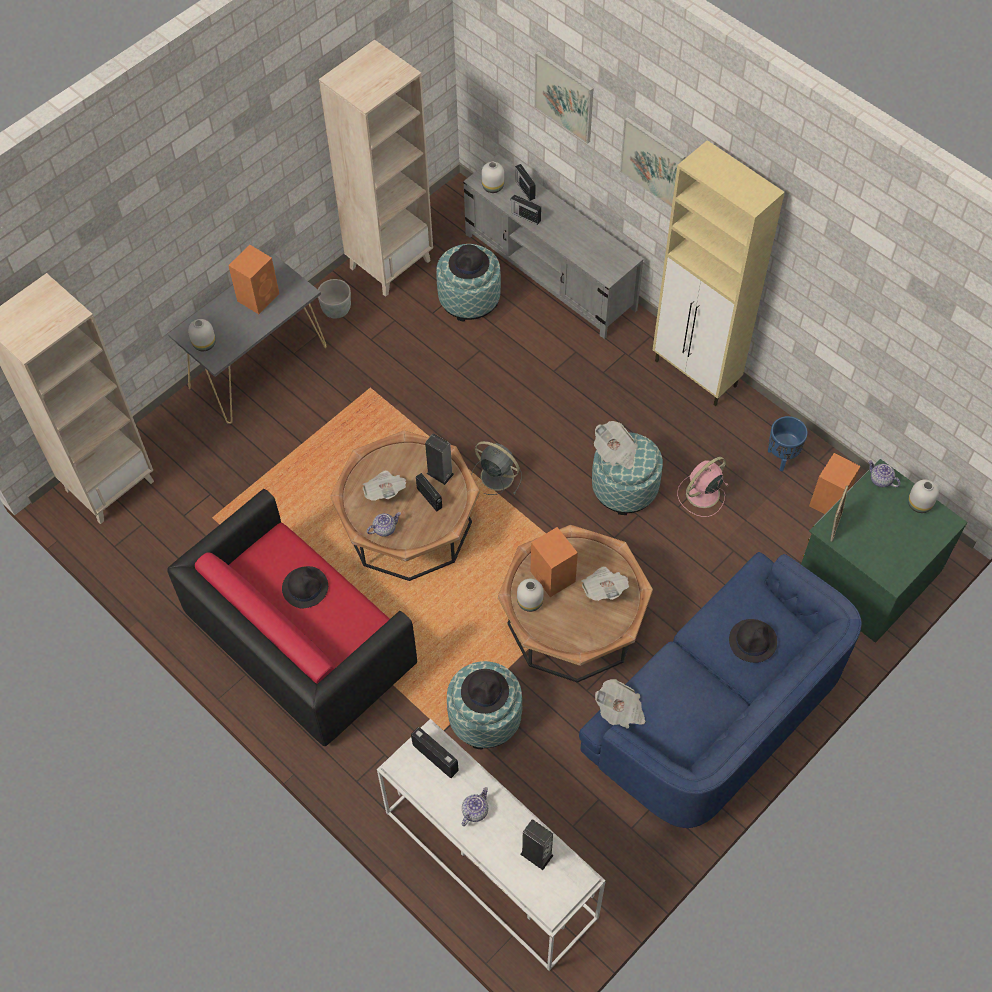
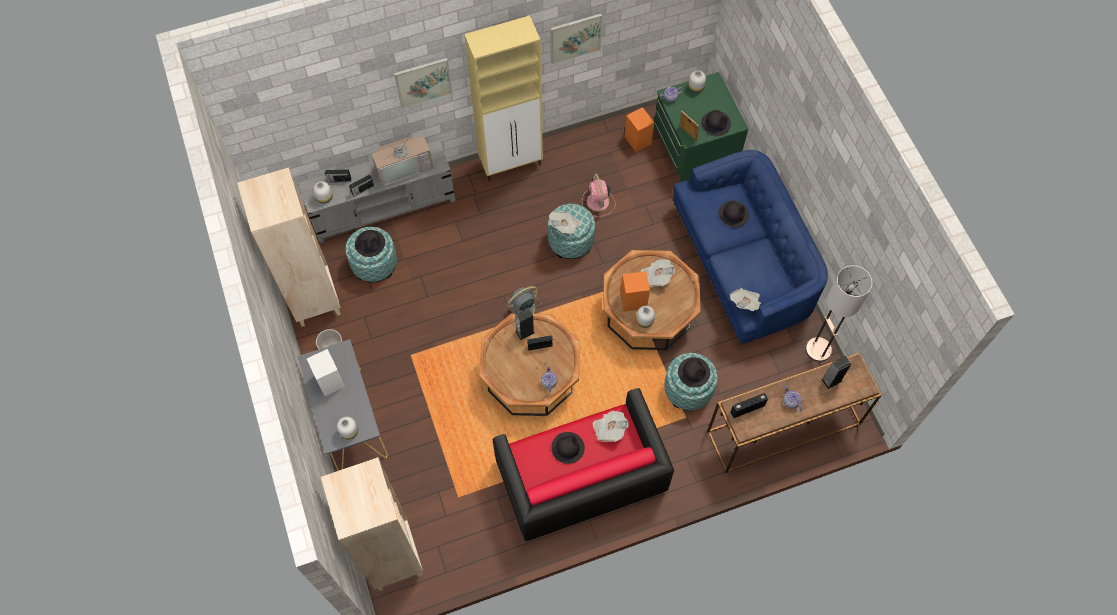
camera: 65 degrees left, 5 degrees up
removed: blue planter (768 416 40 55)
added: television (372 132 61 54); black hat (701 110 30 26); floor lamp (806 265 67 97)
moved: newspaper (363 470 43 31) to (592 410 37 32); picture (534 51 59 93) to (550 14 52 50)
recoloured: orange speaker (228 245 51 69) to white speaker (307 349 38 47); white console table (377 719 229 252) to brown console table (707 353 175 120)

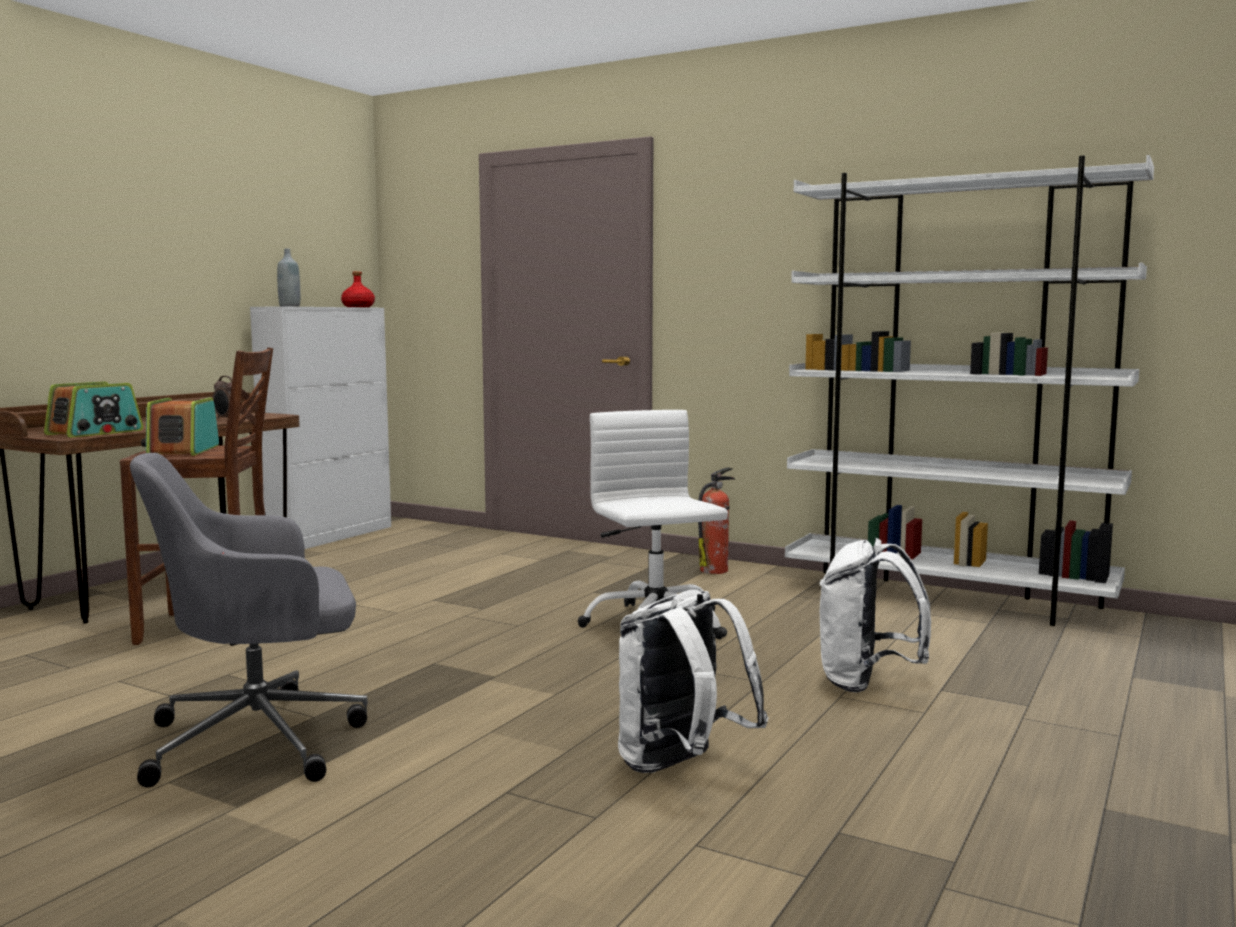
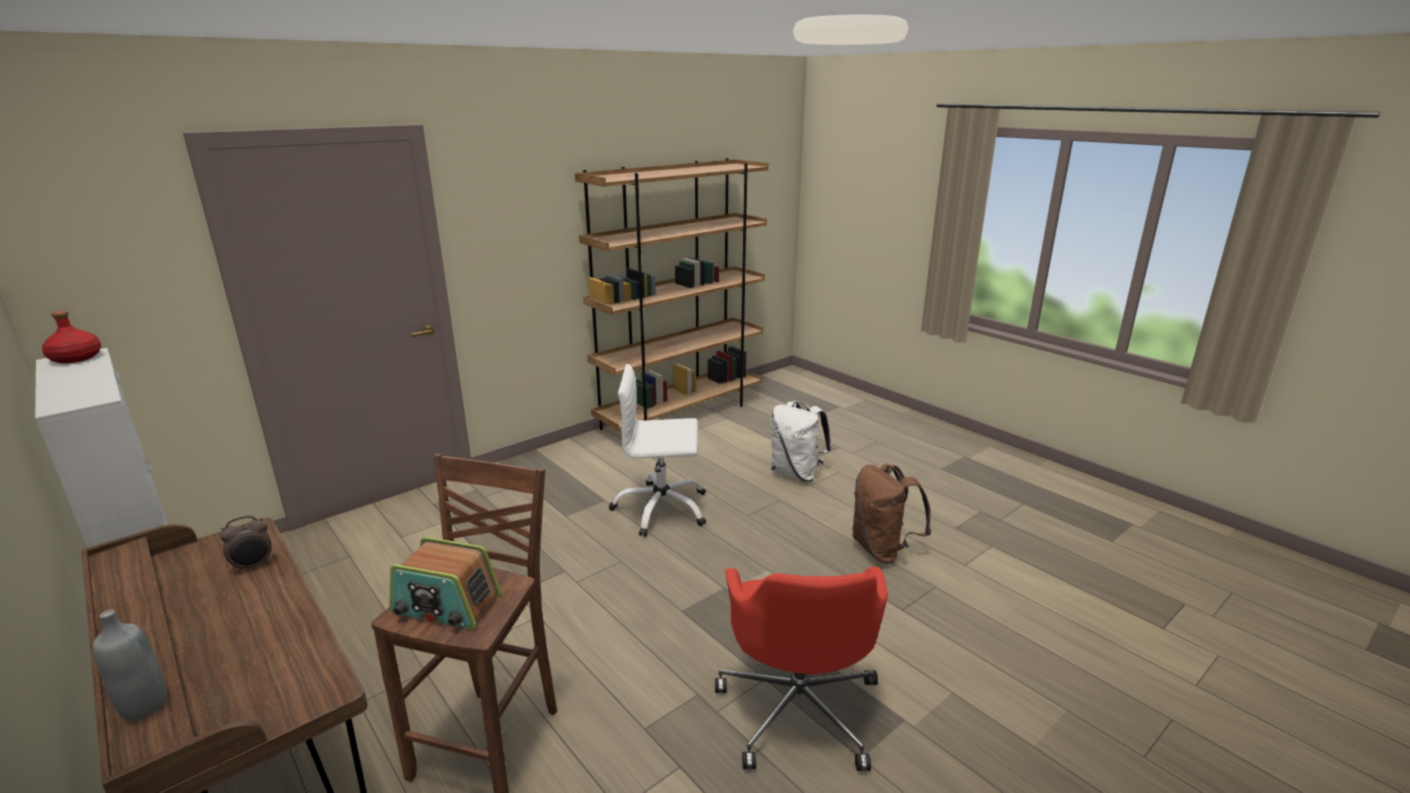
camera: 70 degrees left, 15 degrees up
removed: radio (44 382 99 56); fire extinguisher (698 467 37 107)
moved: grey bottle (277 248 23 59) to (93 610 74 111)
recoloured: grey office chair (130 453 238 334) to red office chair (715 567 173 204); white backpack (618 589 151 184) to brown backpack (852 464 79 100); white bookcase (785 155 369 471) to brown bookcase (575 158 193 273)

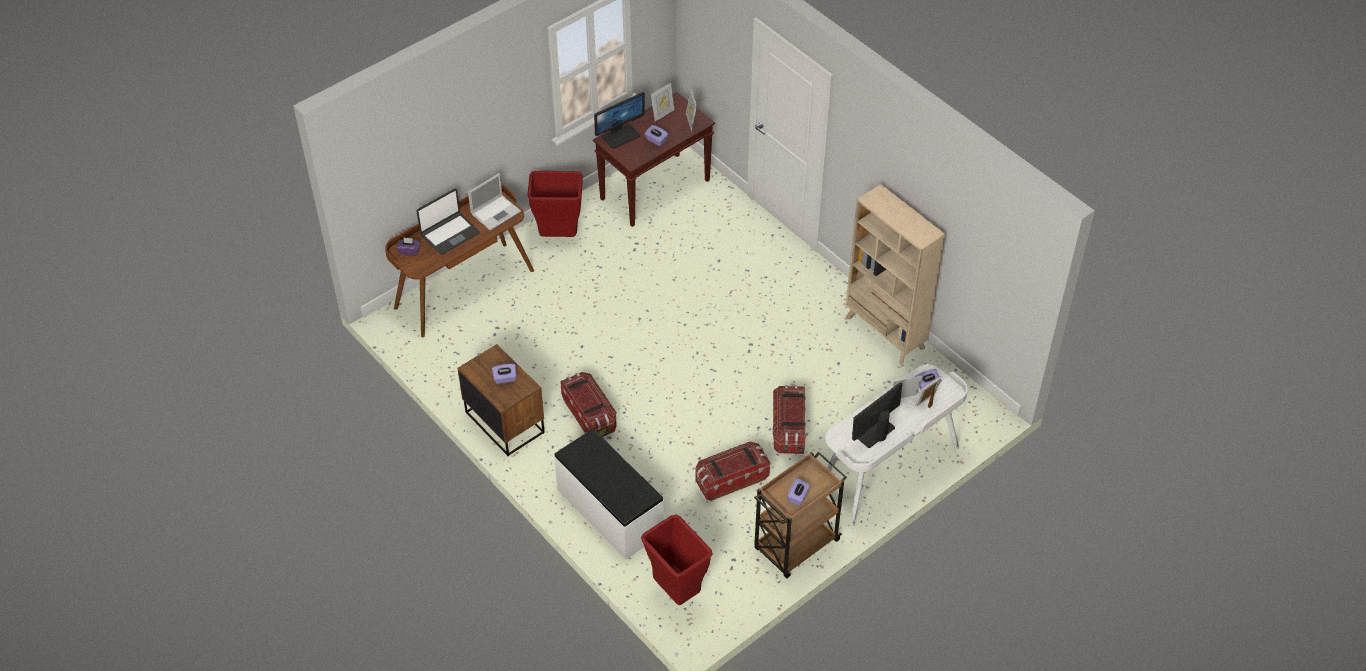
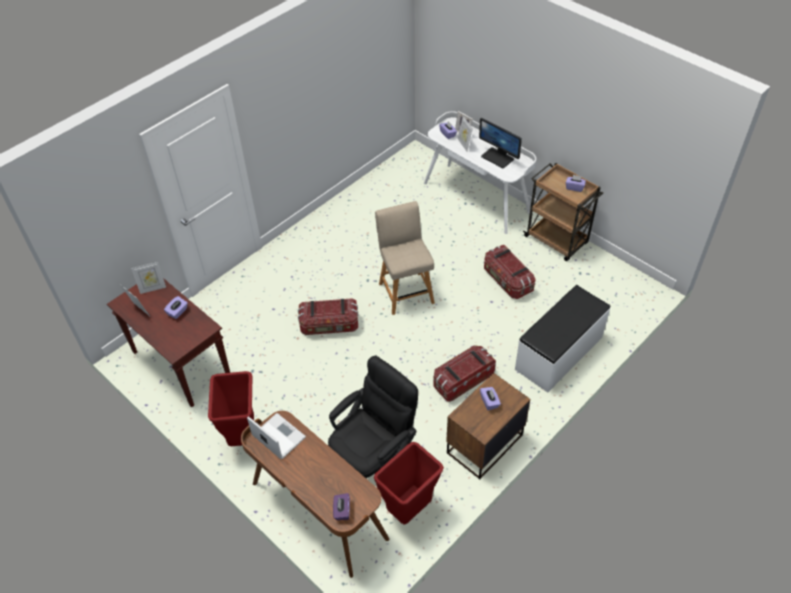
camera: 95 degrees left, 0 degrees up
removed: laptop (417 188 63 67); monitor (594 92 51 57); beige bookcase (846 184 100 180)
added: black office chair (328 356 90 123); beige chair (375 201 60 114)
moved: red trash can (641 514 72 91) to (374 442 70 83); storage box (773 385 33 69) to (298 298 60 37)

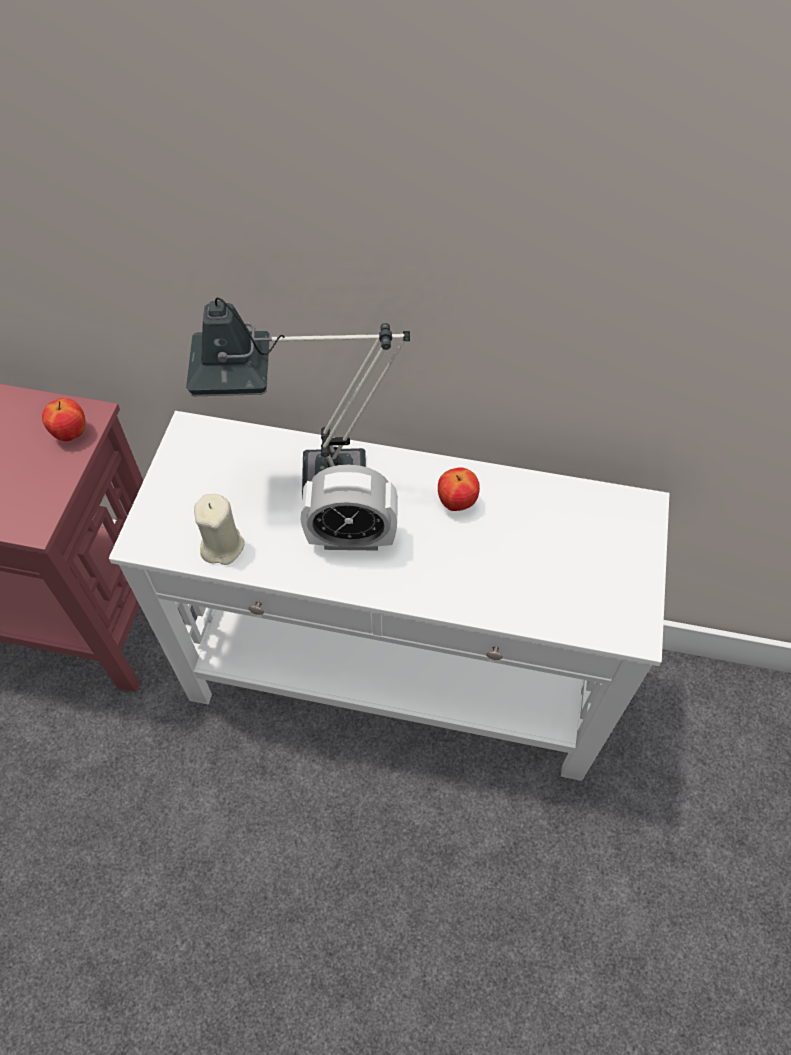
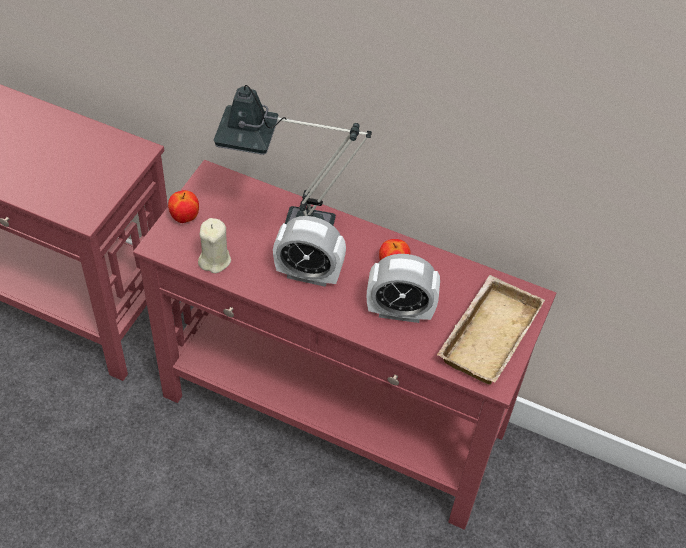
camera: 10 degrees right, 5 degrees down
added: alarm clock (367 254 73 69); beige tray (437 275 108 110)
moved: apple (42 398 44 43) to (168 190 31 33)
recoloured: white console table (109 411 560 370) to red console table (133 160 423 370)

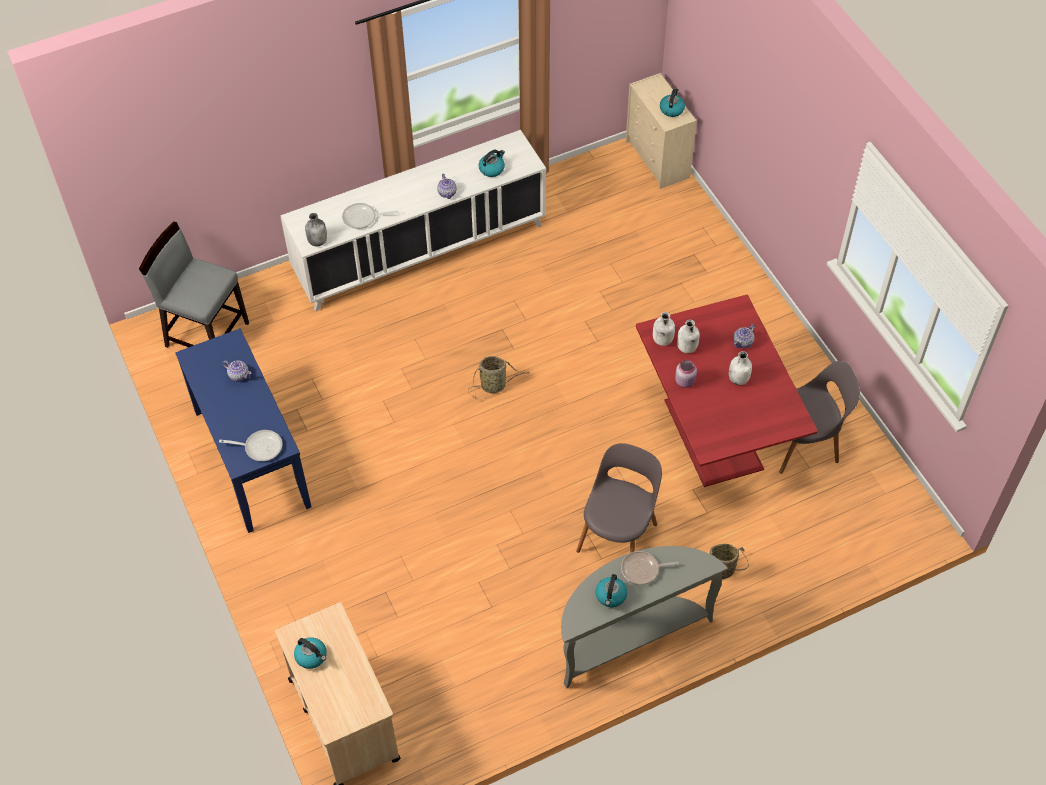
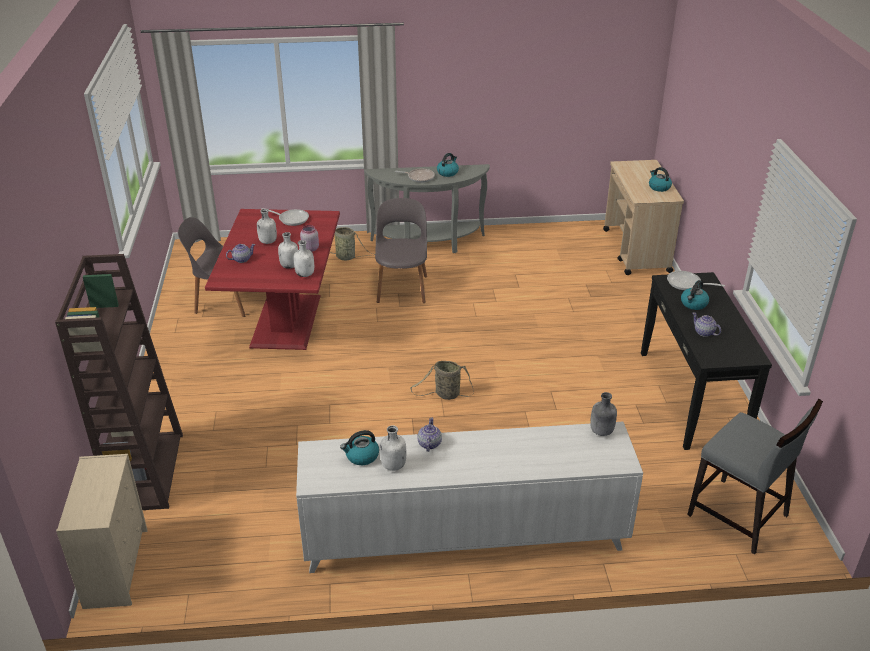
camera: 160 degrees left, 20 degrees down
added: brown bookcase (55 254 128 256); white bottle (380 425 26 46)
moved: frying pan (342 203 57 26) to (261 208 48 18); kettle (660 88 25 29) to (681 280 28 30)
recoloured: blue console table (175 328 137 205) to black console table (641 272 131 178)
turned: grey chair (576 443 86 110) = (375 198 52 105) 135 degrees clockwise

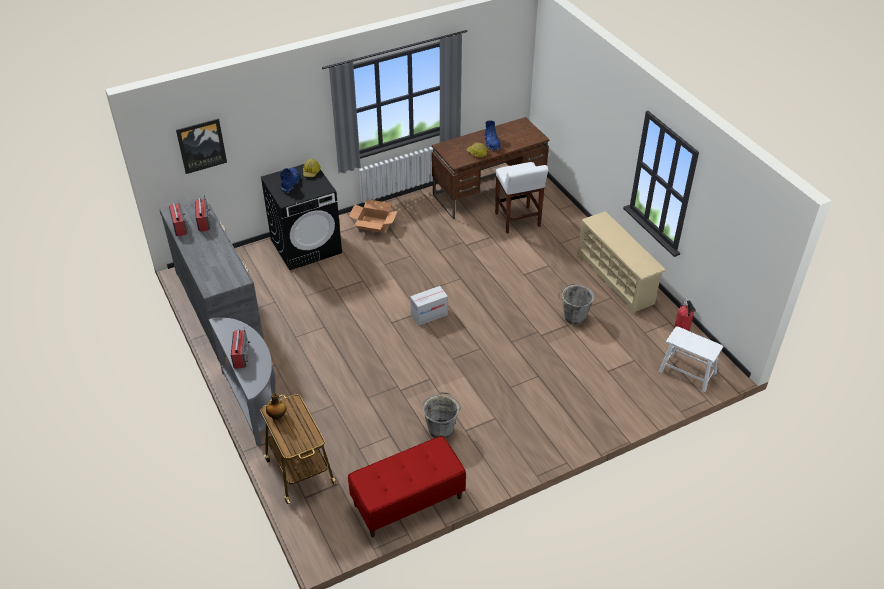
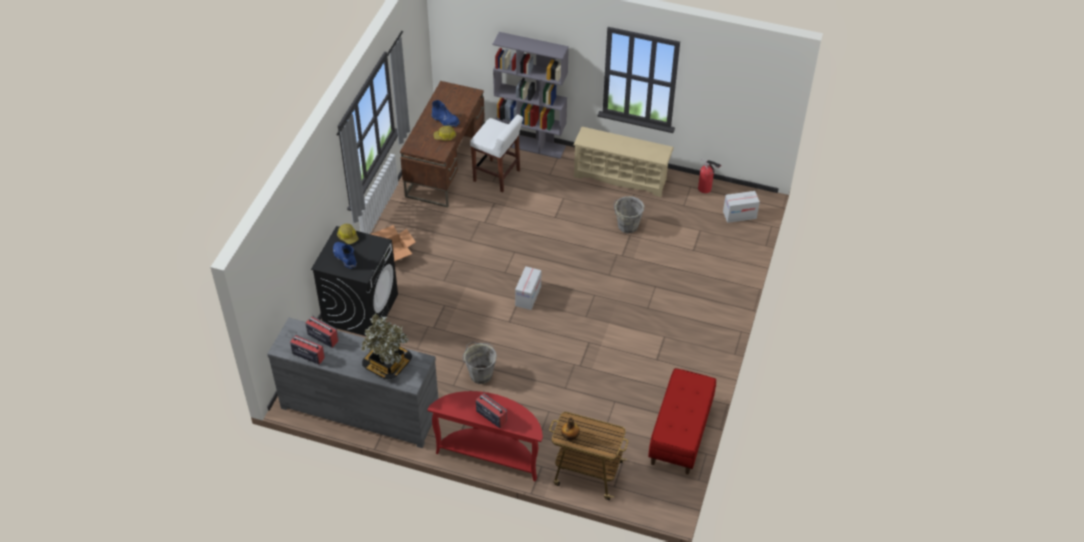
camera: 45 degrees left, 5 degrees up
removed: picture (176 118 51 56)
added: potted plant (362 313 50 67); grey bookcase (493 32 76 127)
moved: grey bucket (423 392 38 47) to (463 342 34 42)
replaced: white stool (659 327 64 65) to cardboard box (723 191 37 32)
recoloured: grey console table (209 317 67 129) to red console table (428 391 115 91)

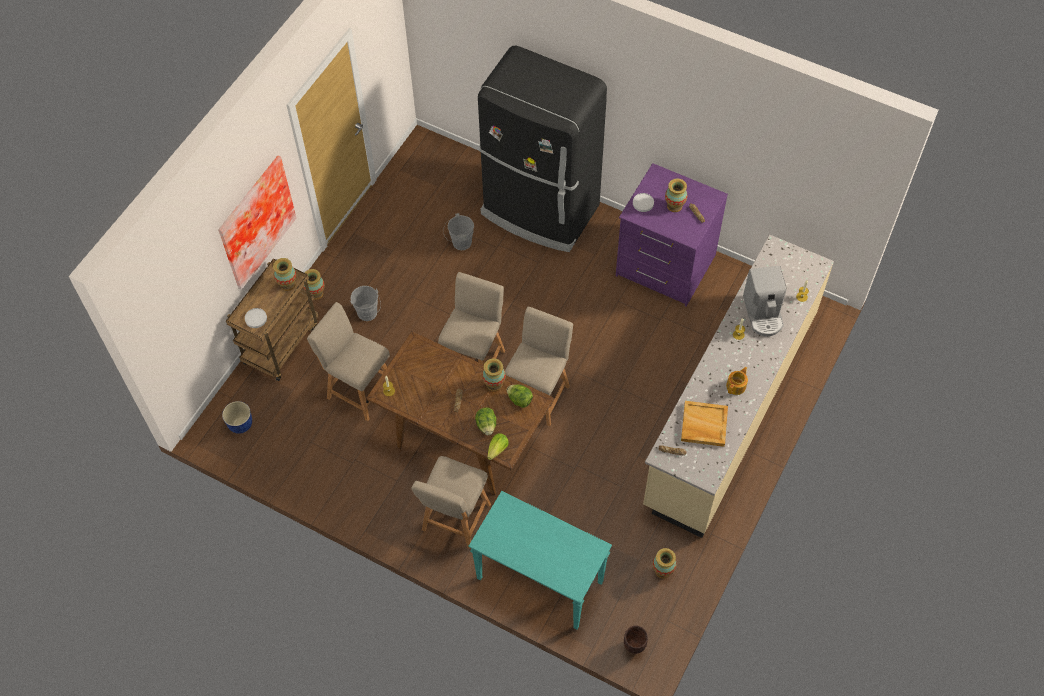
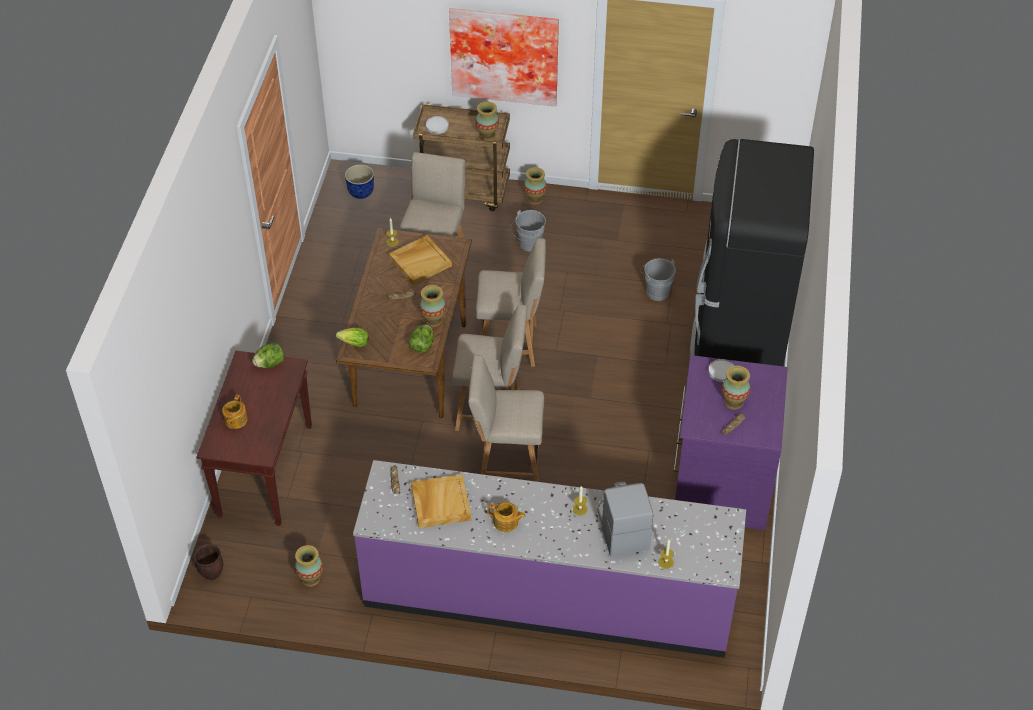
camera: 70 degrees right, 10 degrees down
added: teapot (222 395 26 34); beige tray (389 235 63 50)
moved: beige chair (412 456 79 93) to (468 355 76 127); lettuce (475 407 21 28) to (252 343 32 25)
recoloured: turquoise console table (468 491 144 139) to brown console table (196 351 116 175); beige counter (643 235 191 303) to purple counter (353 460 393 198)
turned: coffee machine (743 266 44 71) = (597 481 56 76) 105 degrees clockwise

